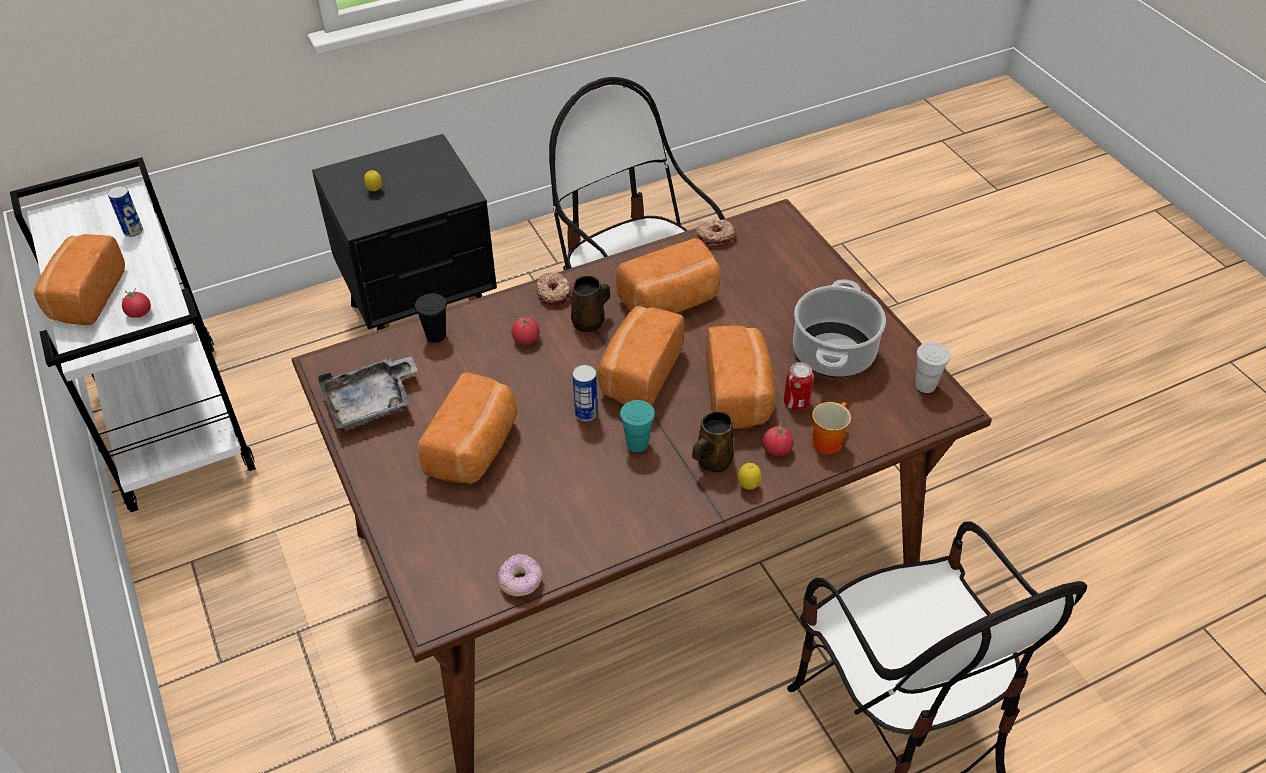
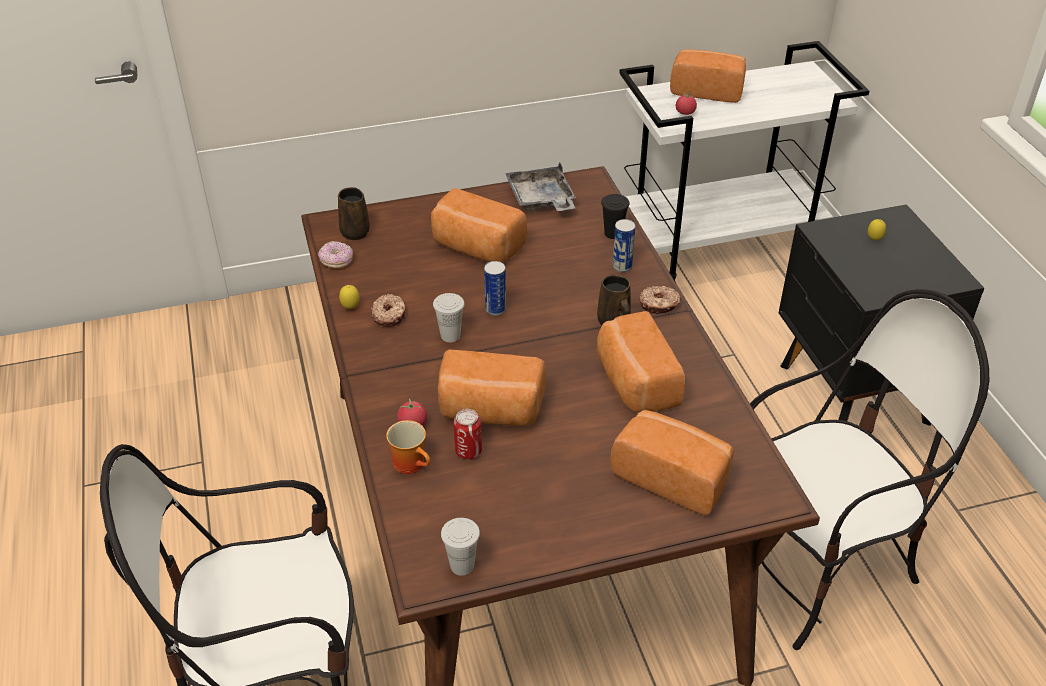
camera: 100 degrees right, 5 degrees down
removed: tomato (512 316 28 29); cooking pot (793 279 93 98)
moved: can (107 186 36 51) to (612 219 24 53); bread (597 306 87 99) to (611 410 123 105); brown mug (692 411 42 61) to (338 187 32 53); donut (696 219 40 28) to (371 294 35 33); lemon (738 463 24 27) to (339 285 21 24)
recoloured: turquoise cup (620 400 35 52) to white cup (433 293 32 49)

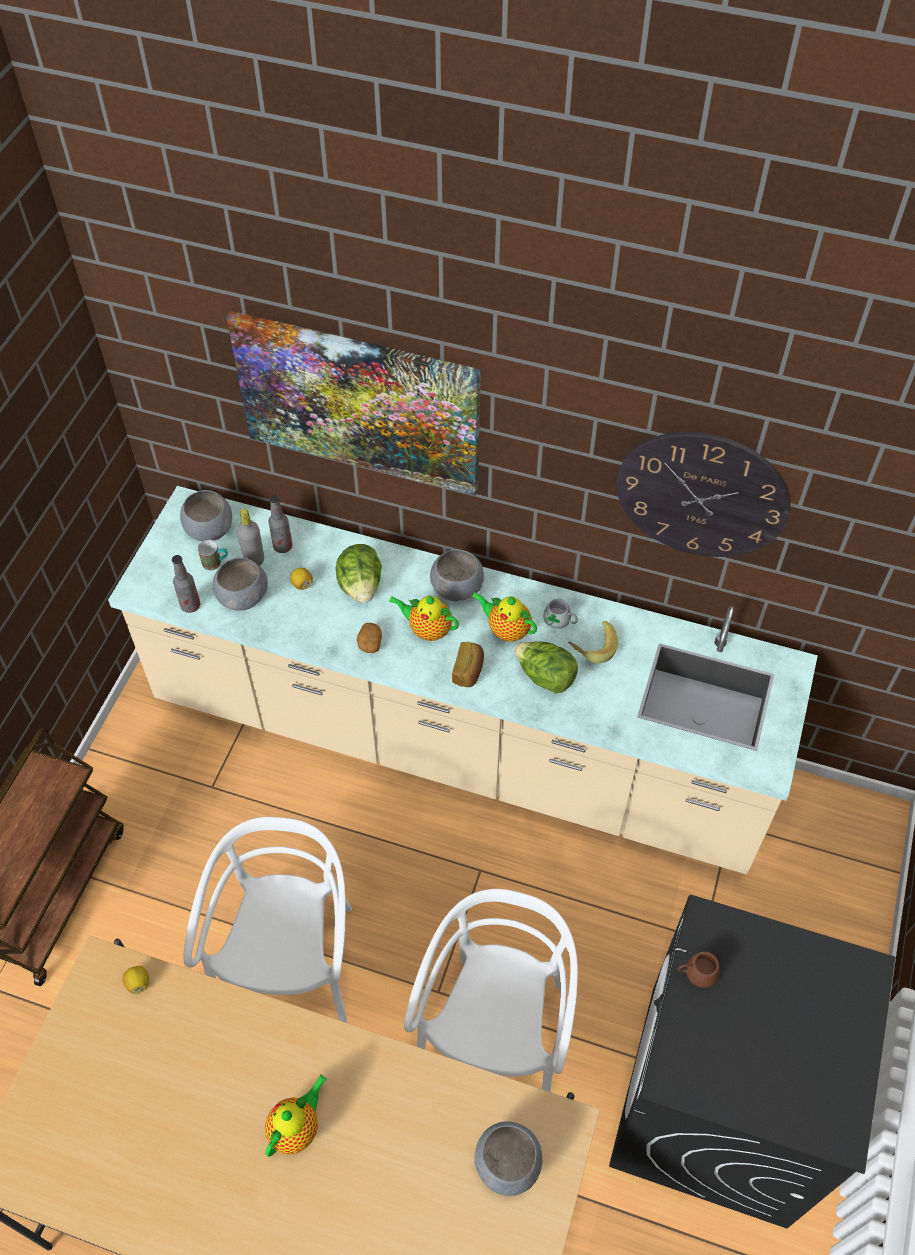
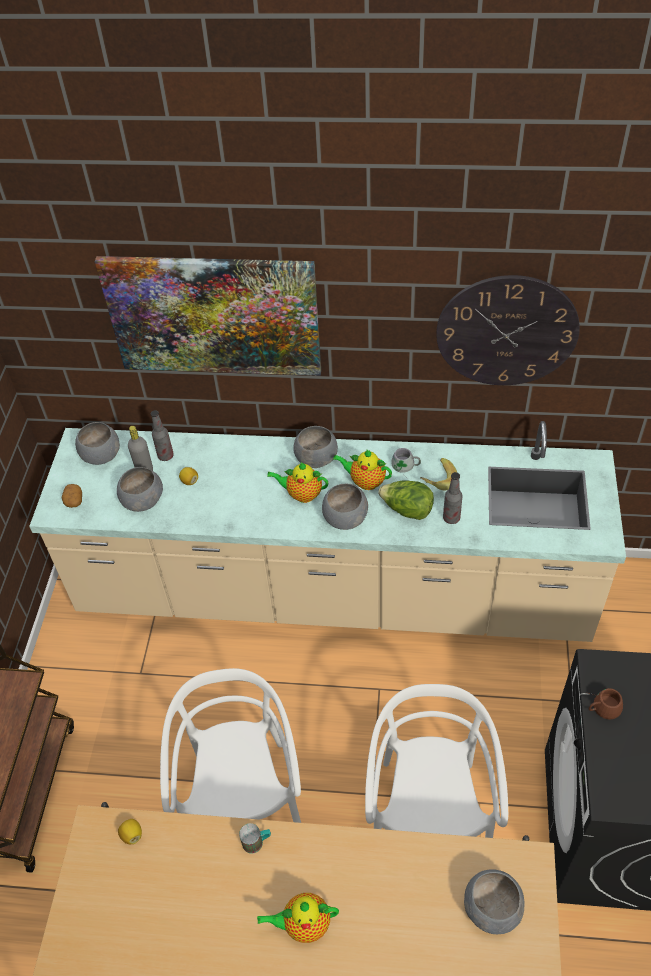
camera: 10 degrees left, 5 degrees down
removed: lettuce (335 544 47 59)
moved: bottle (172 555 28 58) to (443 472 20 52); mug (198 540 30 31) to (239 823 32 30); potato (357 623 25 30) to (62 484 20 24)
replaced: bread (452 642 32 45) to grey bowl (322 484 46 46)
turned: teapot (265 1074 62 83) = (257 893 82 50) 120 degrees counterclockwise

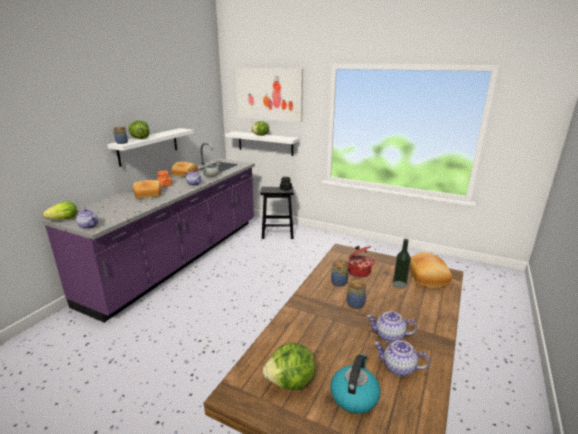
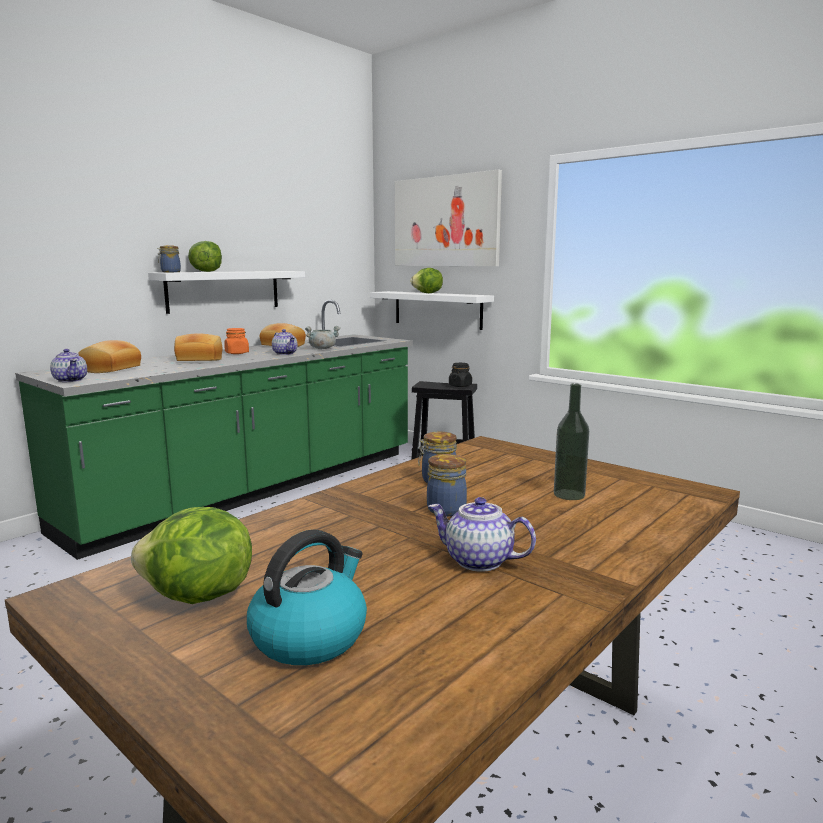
camera: 15 degrees right, 10 degrees down
removed: lettuce (43 201 34 19); cooking pot (348 246 27 31); teapot (374 340 56 36)
moved: bread (409 252 43 36) to (78 340 63 33)
recoloured: purple counter (43 143 212 180) to green counter (15 300 398 260)

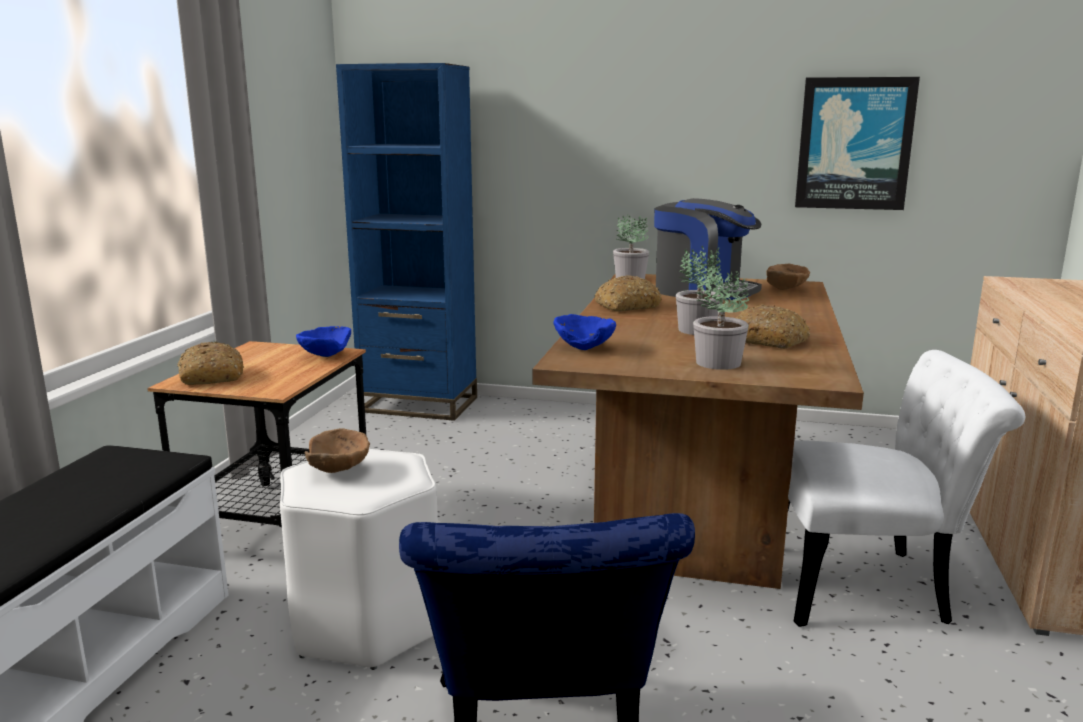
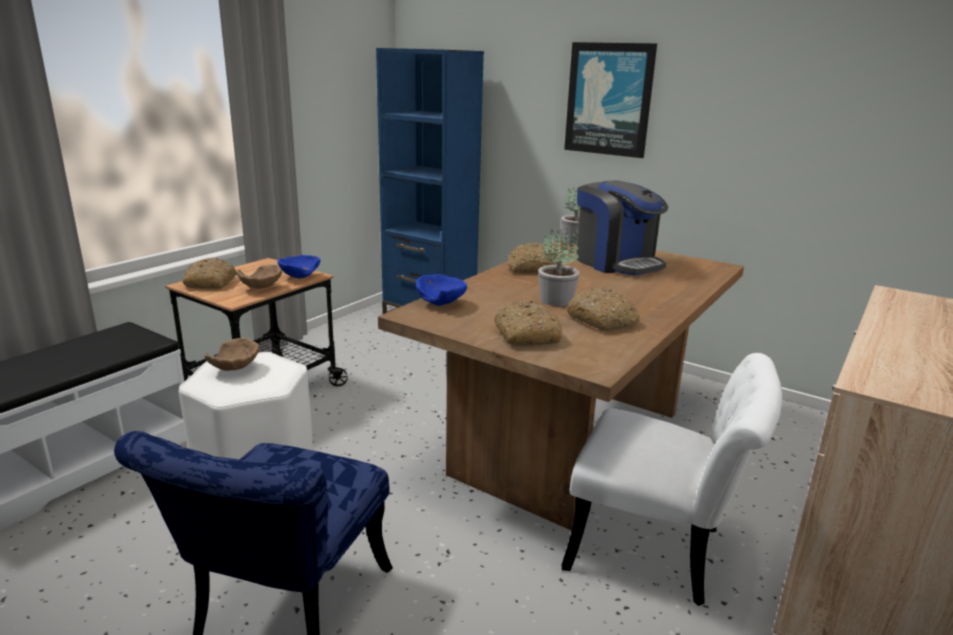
camera: 20 degrees right, 5 degrees up
moved: brown bowl (766 264 44 26) to (236 264 46 25); picture (795 77 125 133) to (564 42 93 116)
replaced: potted plant (693 264 57 106) to bread (494 301 68 45)

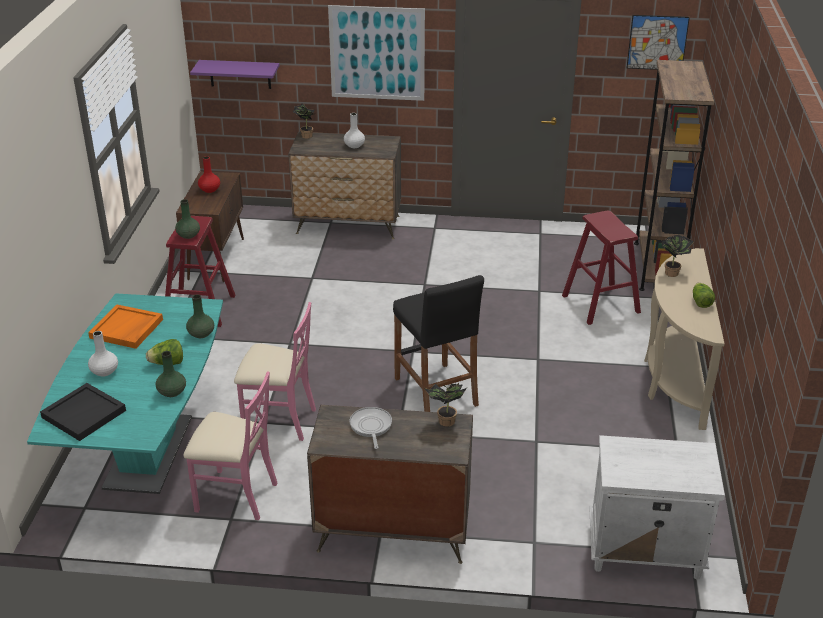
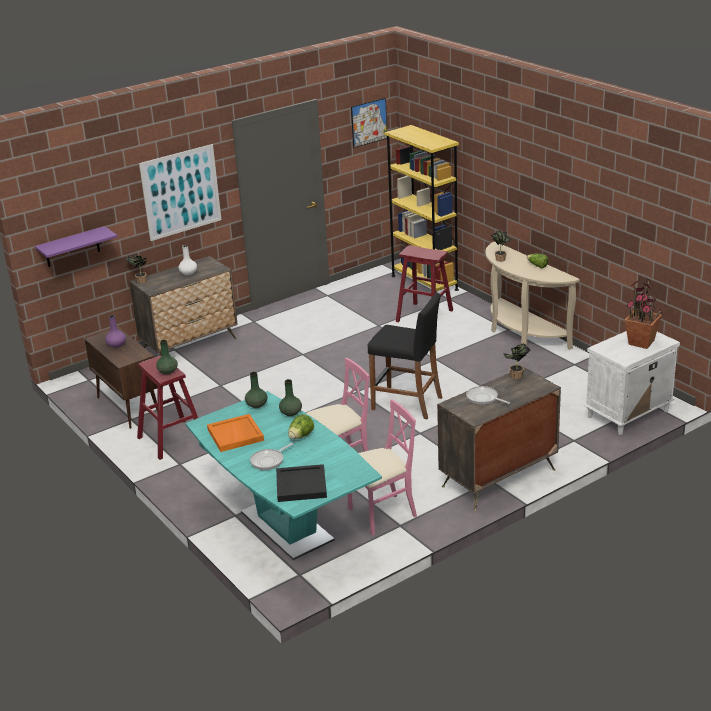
camera: 40 degrees left, 5 degrees down
added: potted plant (625 279 37 70)
moved: green vase (156 351 30 46) to (245 372 23 36)
replaced: white vase (88 331 30 46) to frying pan (250 443 43 27)
recoloured: red vase (198 156 22 37) to purple vase (105 315 21 33); brown bookcase (634 60 80 231) to yellow bookcase (385 125 74 167)

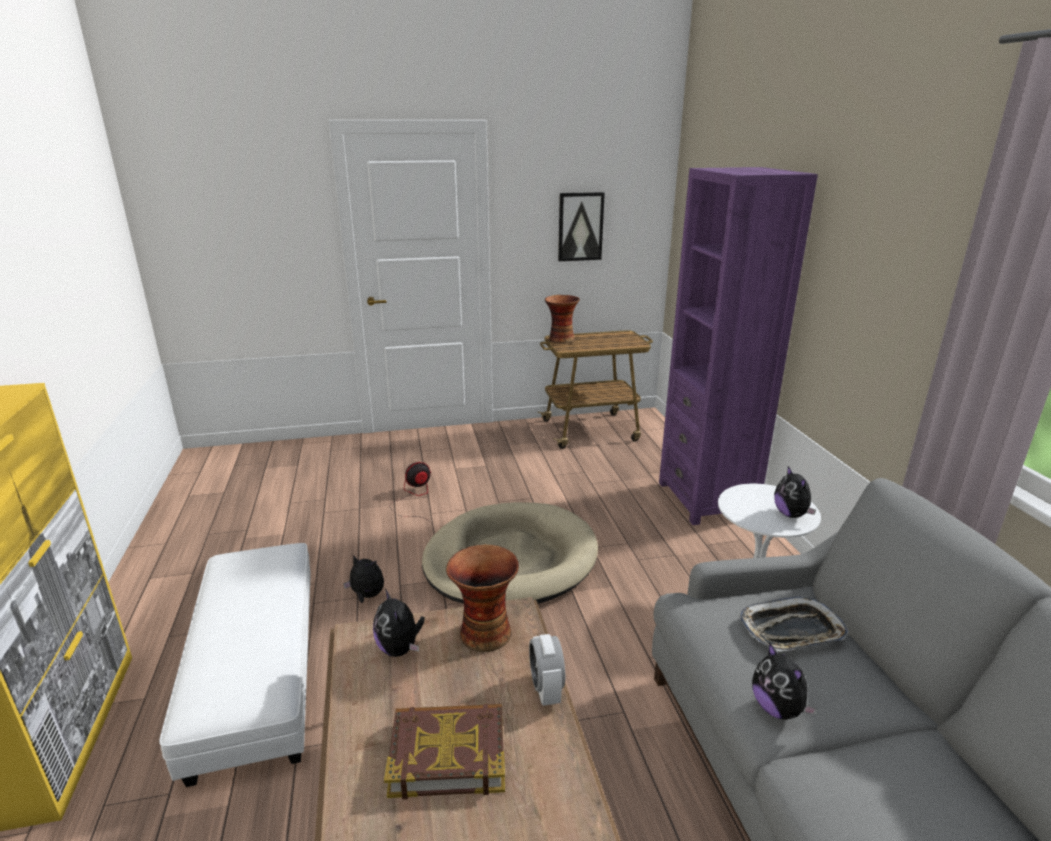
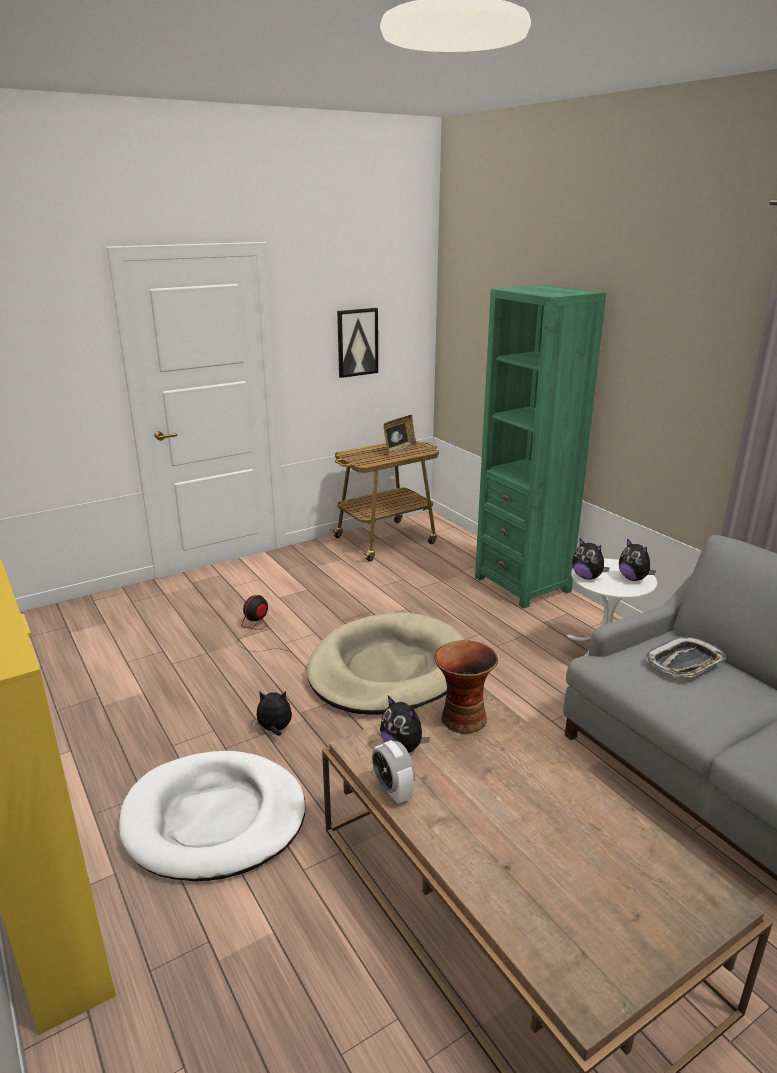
camera: 20 degrees left, 0 degrees up
removed: book (384 704 121 95); vase (545 295 35 49)
added: picture frame (383 415 34 41)
moved: alarm clock (529 634 36 72) to (372 740 43 64); plush toy (752 642 65 78) to (572 538 38 42)
replaced: white ottoman (159 543 152 244) to white dog bed (119 751 186 130)
recoloured: purple bookcase (659 167 159 358) to green bookcase (475 285 131 323)

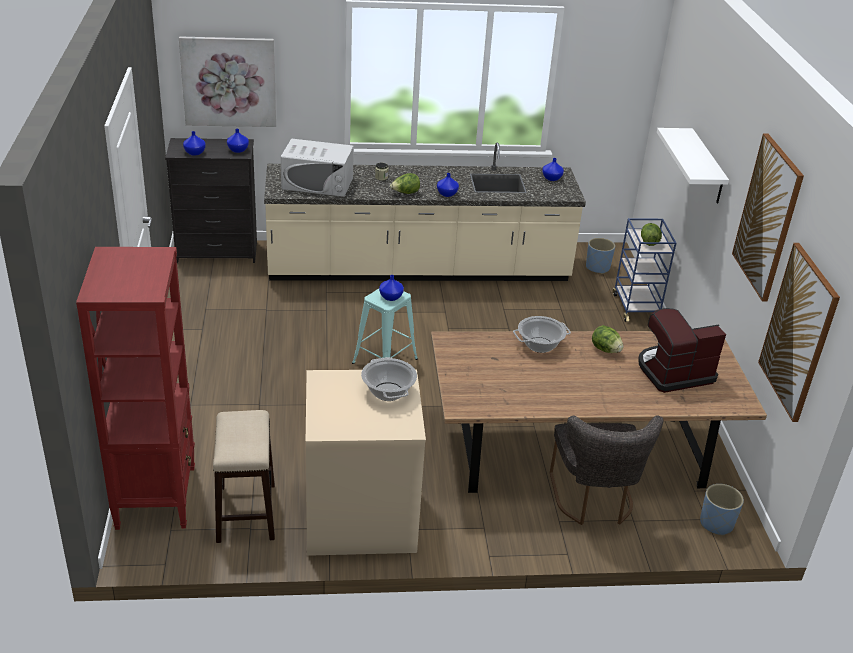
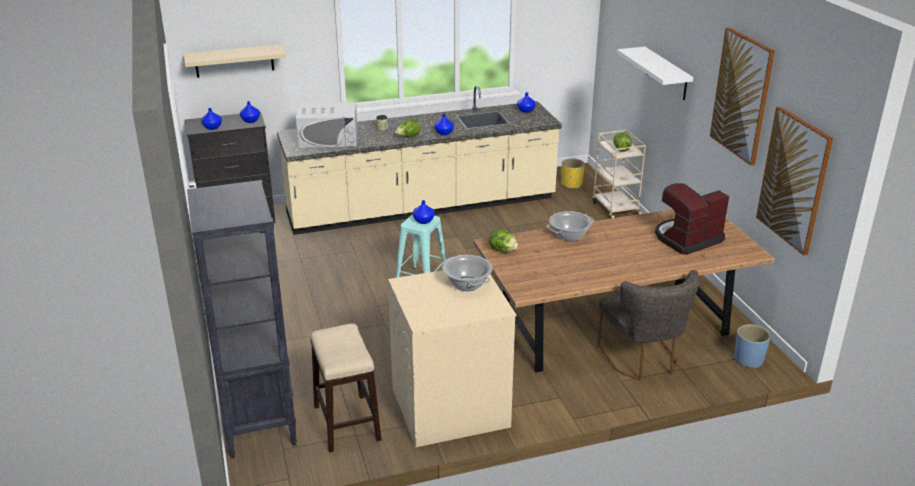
camera: 10 degrees left, 5 degrees down
moved: lettuce (592 325 31 28) to (489 229 29 24)
replaced: picture (179 36 97 91) to beige shelf (183 44 103 34)
recoloured: red bookcase (76 247 119 283) to black bookcase (187 180 110 279); blue planter (586 238 29 36) to yellow planter (561 159 24 30); blue cart (613 218 63 104) to beige cart (592 130 54 89)

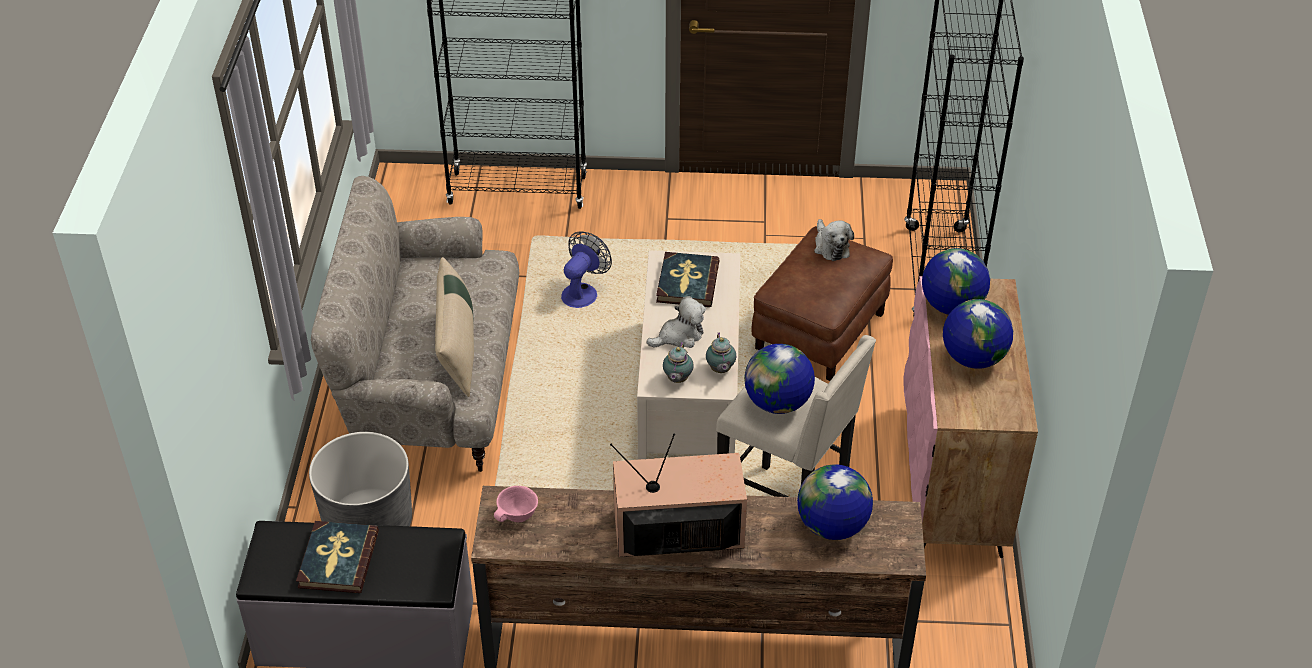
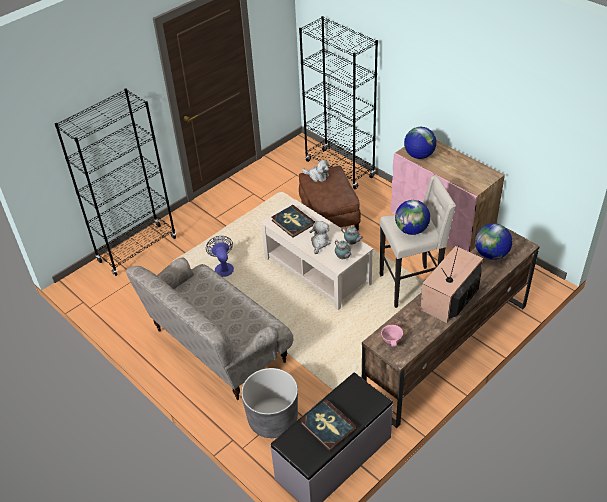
camera: 45 degrees left, 0 degrees up
removed: beige pillow (435 257 39 140); globe (943 299 70 70)

